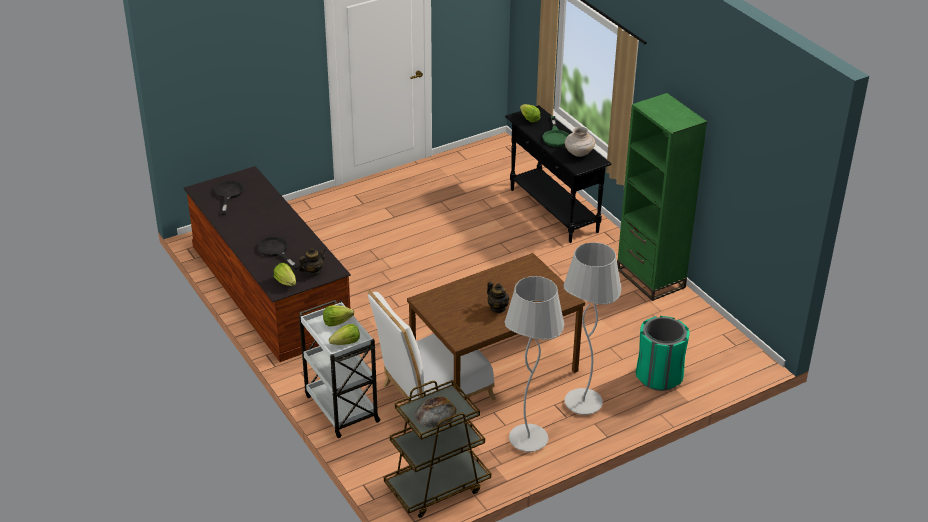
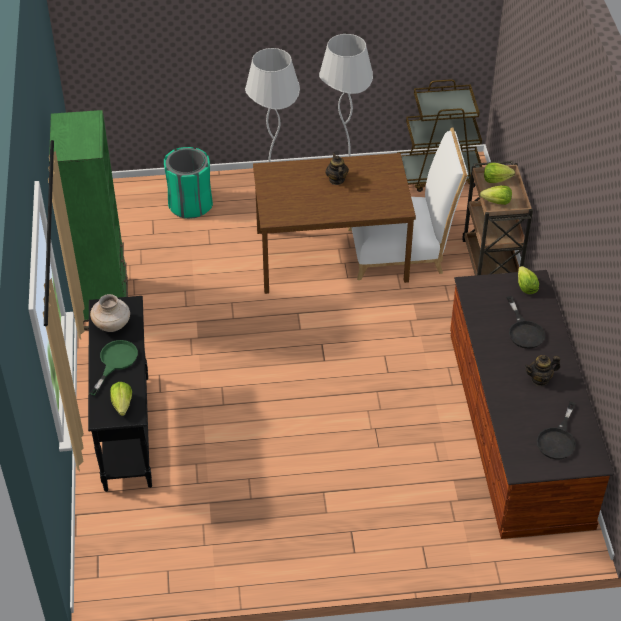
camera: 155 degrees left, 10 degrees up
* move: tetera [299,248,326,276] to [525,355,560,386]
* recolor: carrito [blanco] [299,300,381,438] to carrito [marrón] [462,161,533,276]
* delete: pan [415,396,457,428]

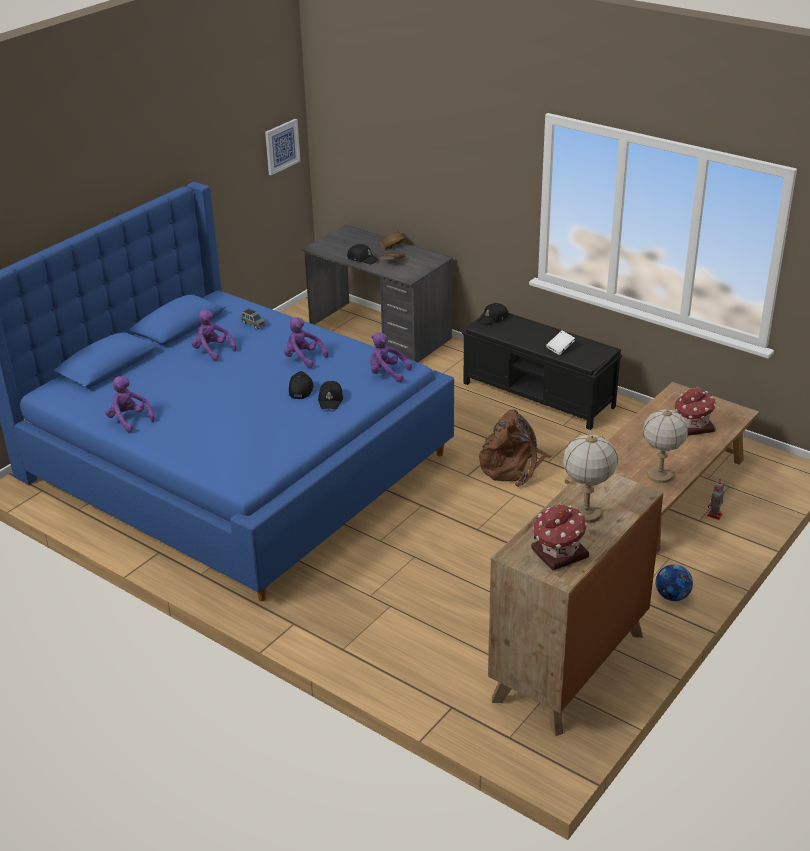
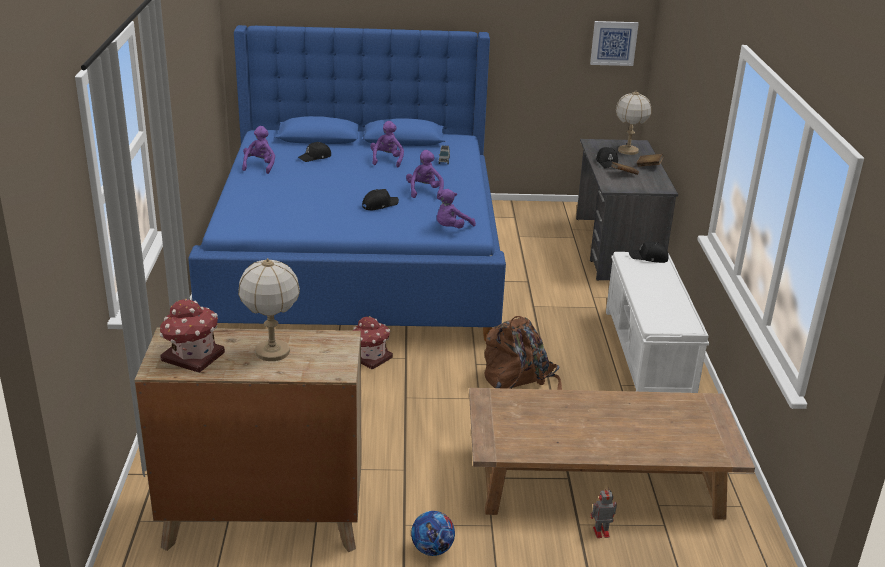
camera: 50 degrees right, 5 degrees down
* move: gorra [negro] [318,381,343,410] to [298,142,331,162]
* rotate: peluche [morado] [370,332,412,382] = [437,189,476,228] 120 degrees counterclockwise
* recolor: banco [negro] [462,313,622,430] to banco [blanco] [606,252,709,393]
* delete: libro [blanco] [546,330,575,355]
* move: lámpara de mesa [643,409,688,483] to [616,91,651,155]
* move: casita [675,387,716,436] to [352,316,393,370]

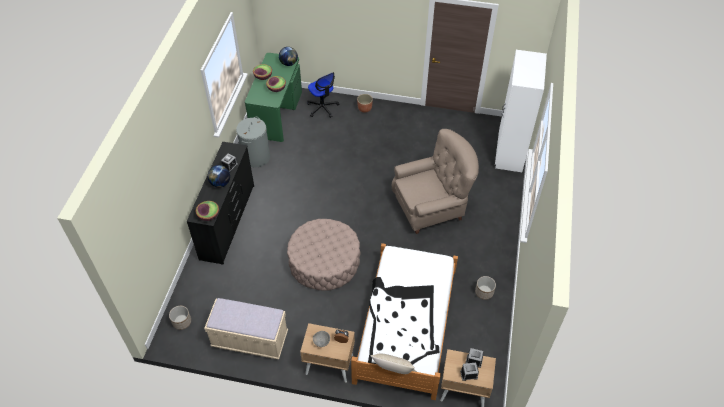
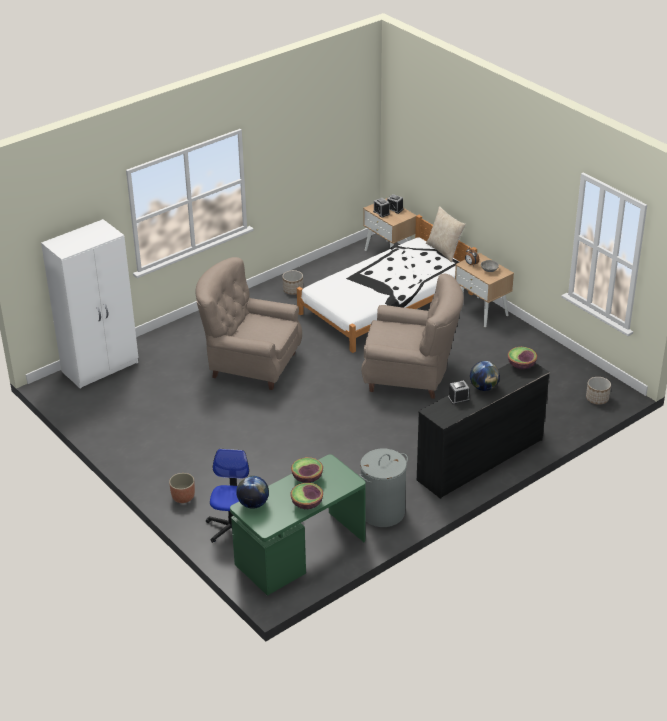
camera: 140 degrees left, 15 degrees down
* delete: banco [beis] [204,298,288,359]
* replace: puf [beis] [287,219,361,291] to sillón [beis] [361,274,464,399]

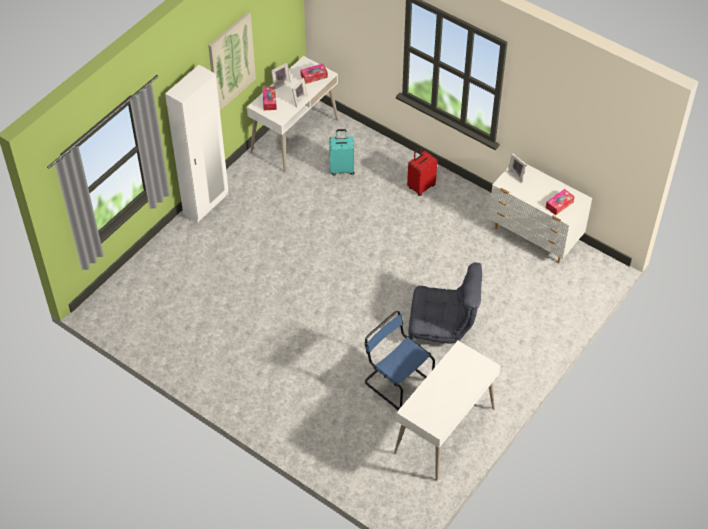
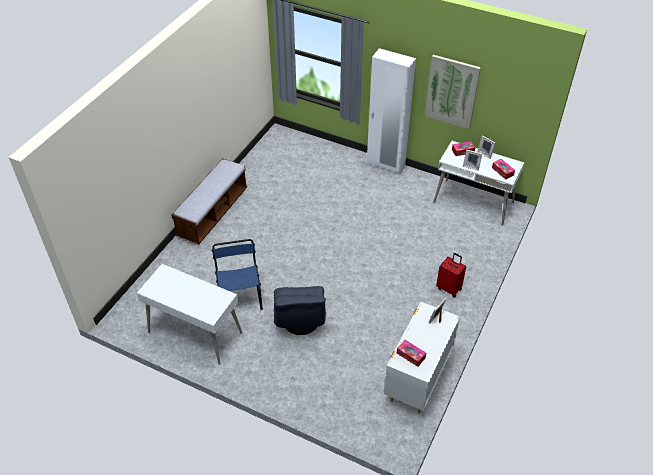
camera: 80 degrees right, 5 degrees down
* delete: maleta [turquesa] [329,129,354,175]
* rotate: silla [azul] [364,311,435,410] = [212,239,263,310] 45 degrees counterclockwise
* insert: banco [171,158,247,244]

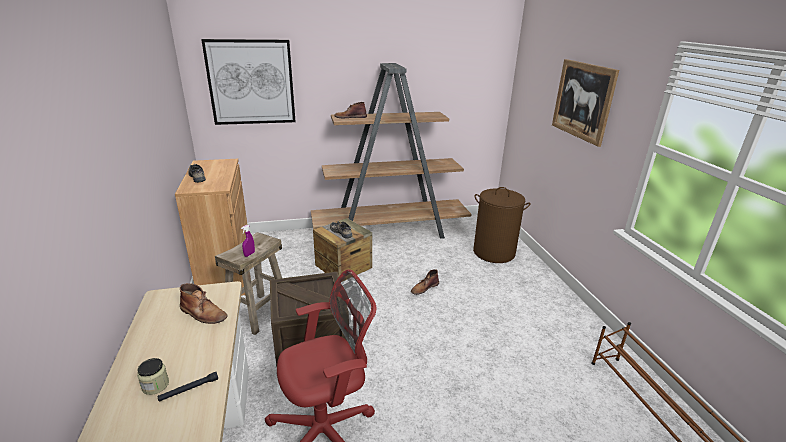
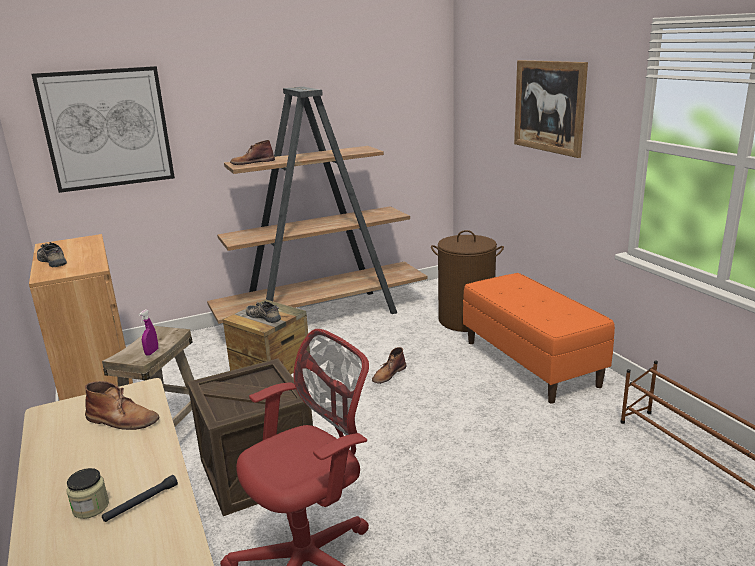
camera: 10 degrees left, 5 degrees down
* insert: banco [naranja] [463,273,615,404]

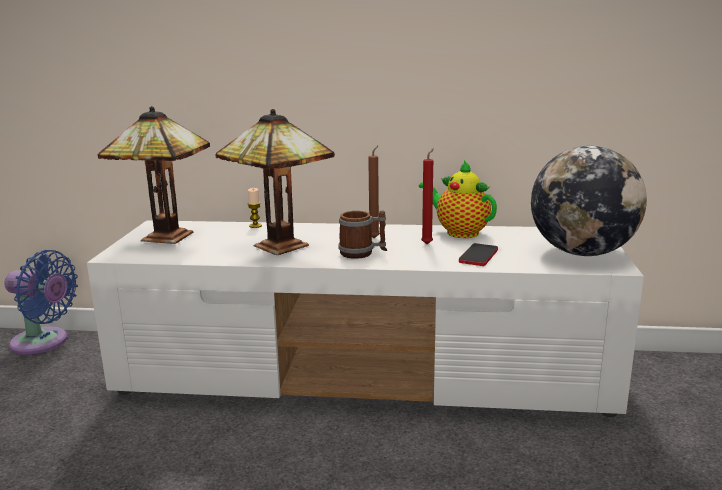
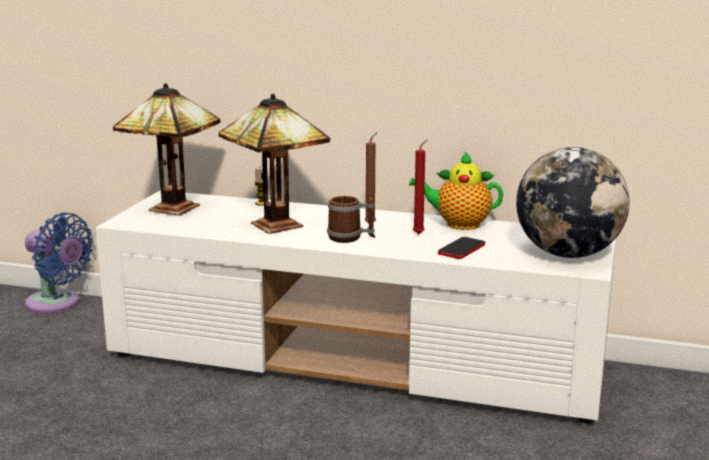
camera: 10 degrees right, 0 degrees up
* rotate: tetera [419,160,497,238] = [409,151,503,230] 45 degrees counterclockwise

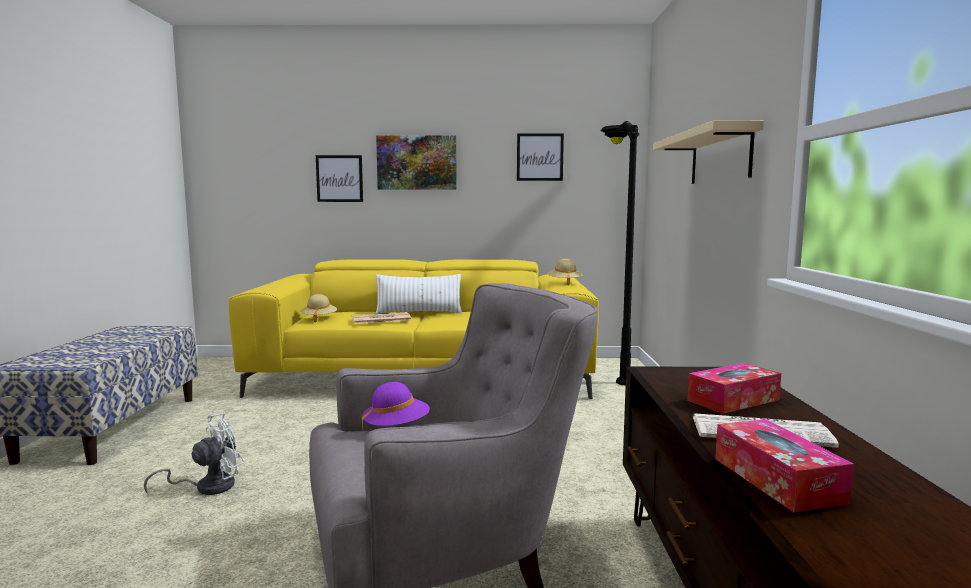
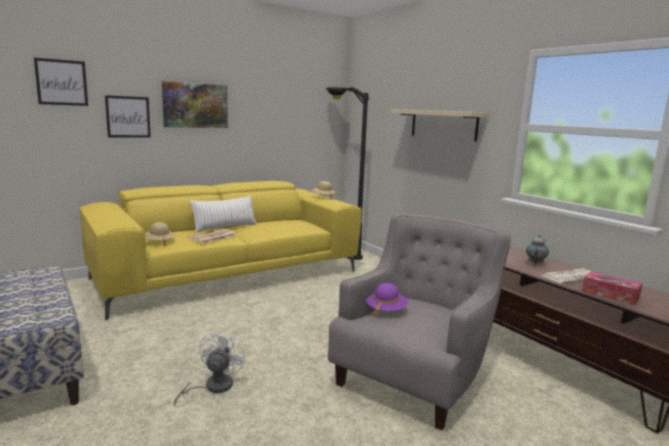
camera: 35 degrees left, 5 degrees up
* move: cuadro [517,133,564,181] to [34,58,88,106]
* replace: caja de pañuelos [687,363,781,414] to tetera [526,235,549,264]

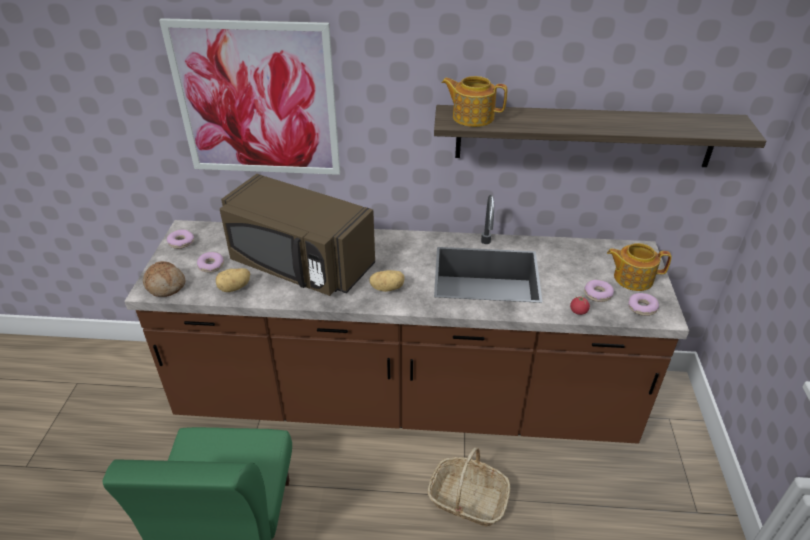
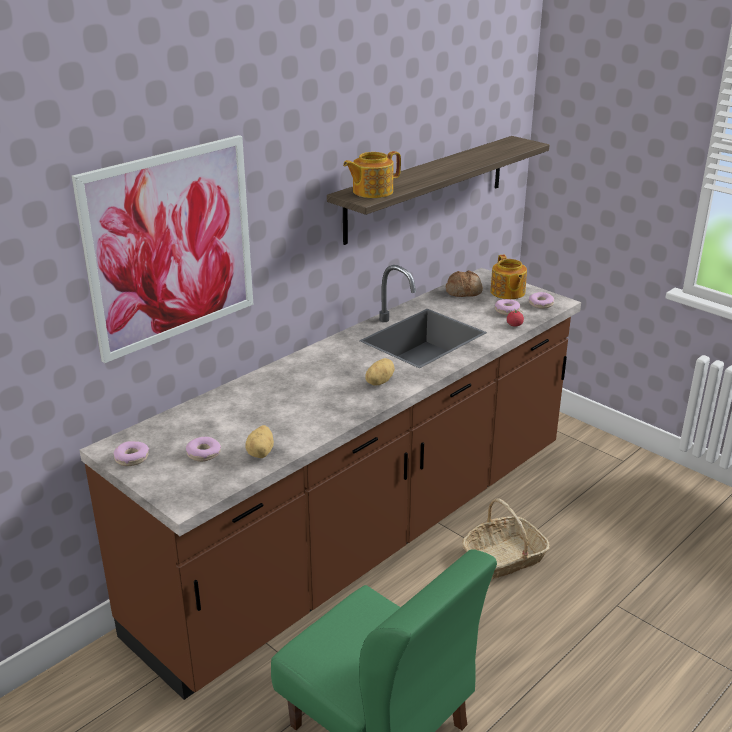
camera: 50 degrees left, 10 degrees down
* move: pan [143,261,185,297] to [446,270,483,297]
* delete: microondas [marrón] [220,174,375,296]
* rotate: tetera [607,243,672,291] = [491,255,527,299] 60 degrees counterclockwise

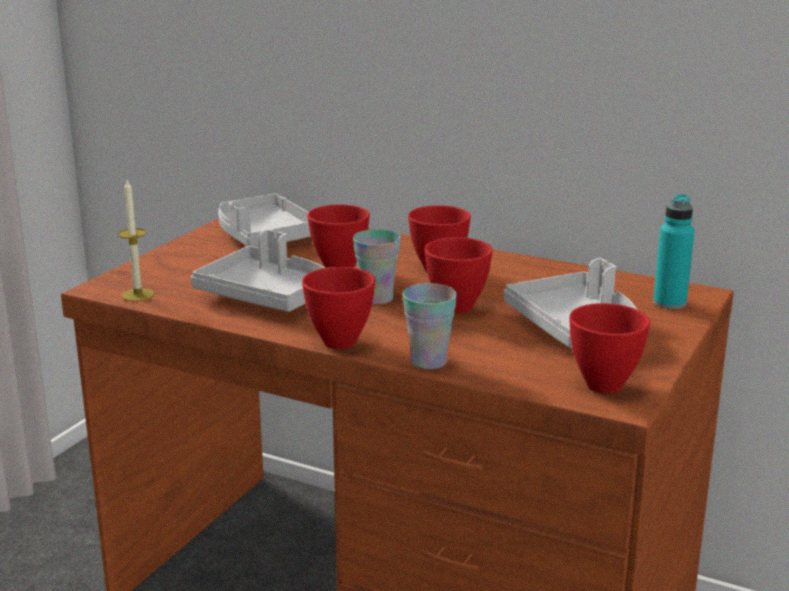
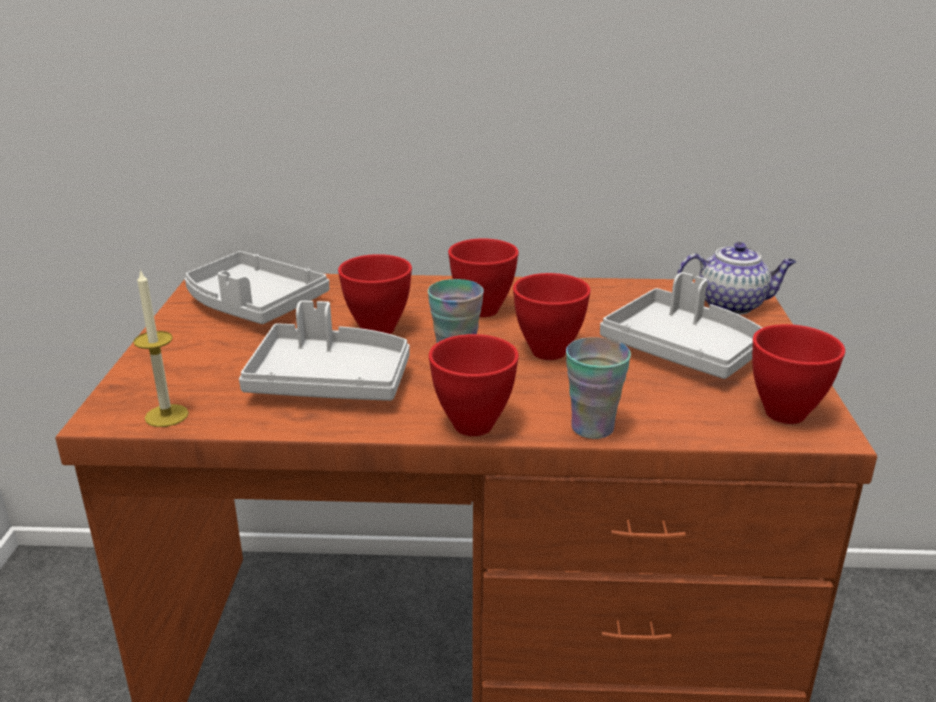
camera: 25 degrees left, 5 degrees up
* replace: botella [turquesa] [653,194,694,309] to tetera [677,242,796,315]

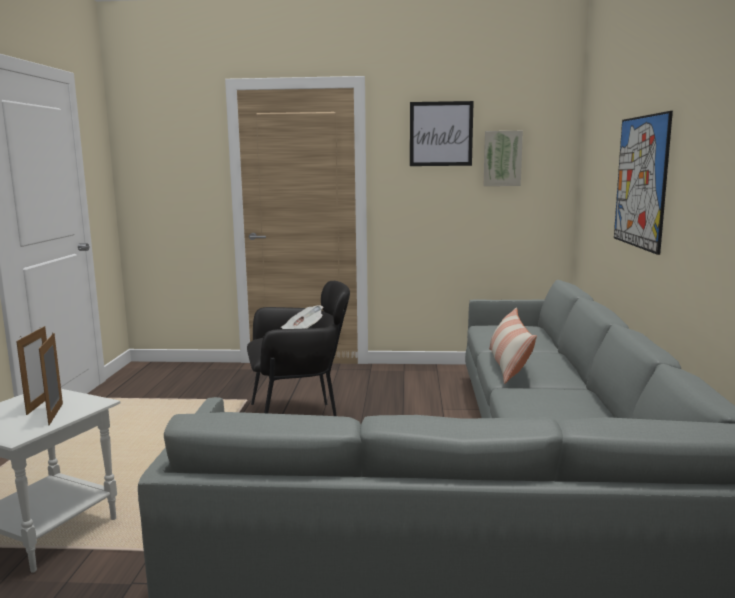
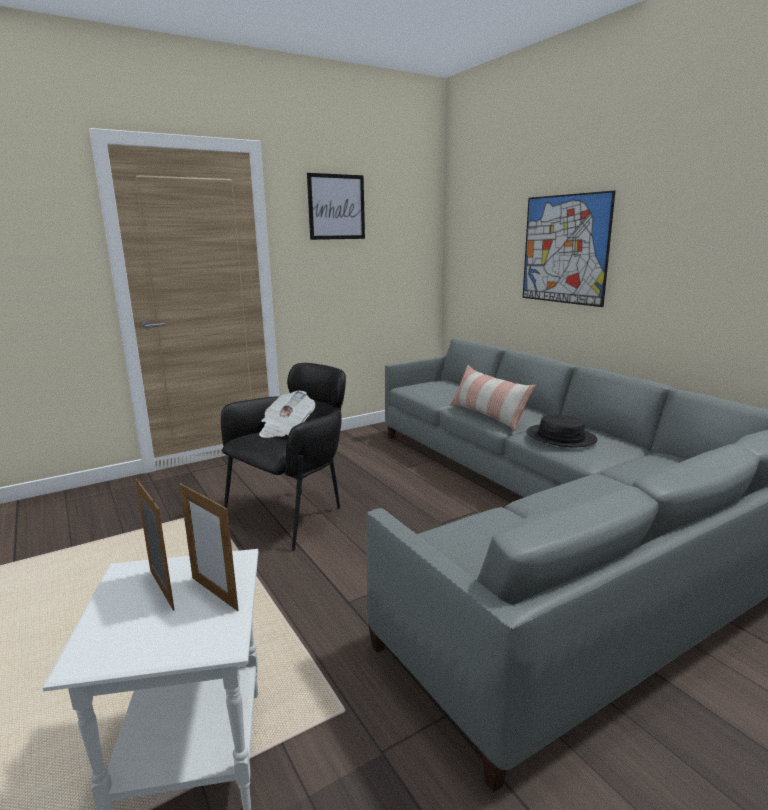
camera: 35 degrees left, 5 degrees up
* delete: cuadro [484,131,523,186]
* insert: sombrero [negro] [527,414,598,448]

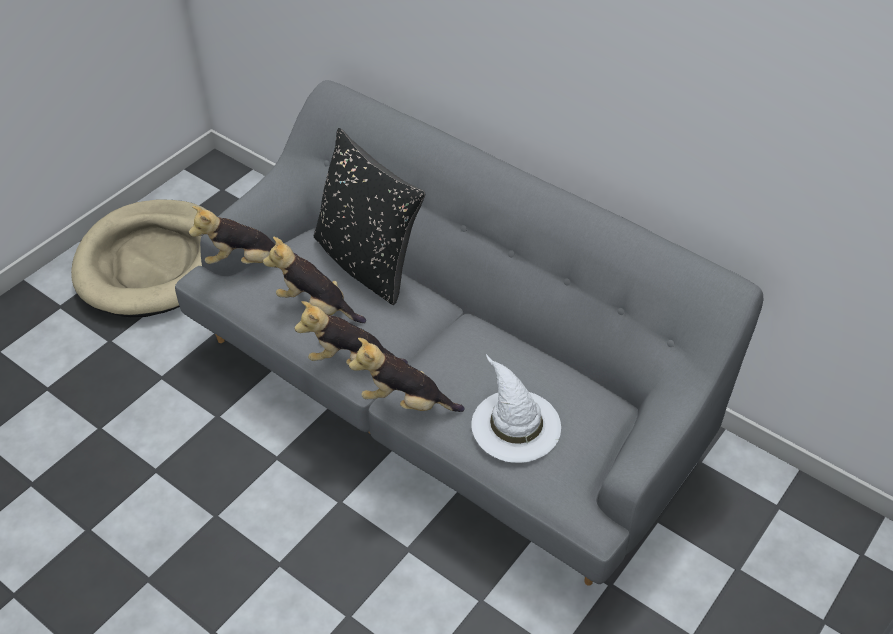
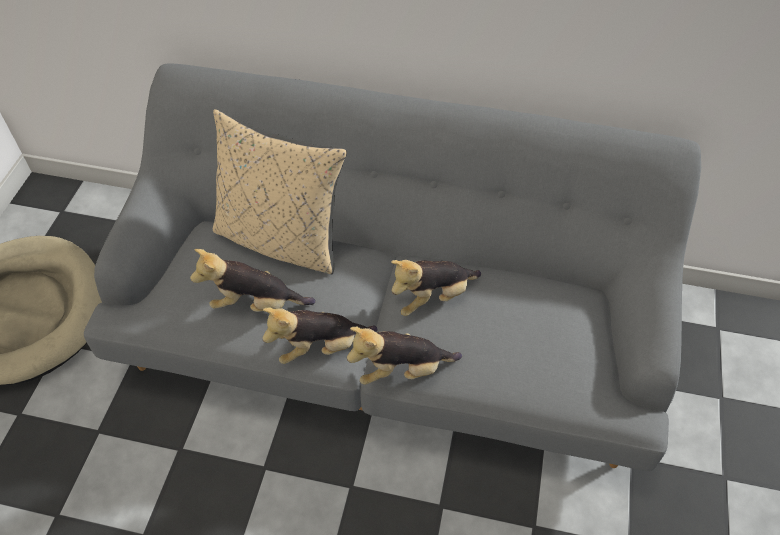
camera: 25 degrees left, 5 degrees up
* move: peluche [189,206,298,264] to [391,260,481,316]
* recolor: cojín [negro] [314,128,425,305] to cojín [beis] [213,109,347,274]
* delete: sombrero [blanco] [471,354,561,463]

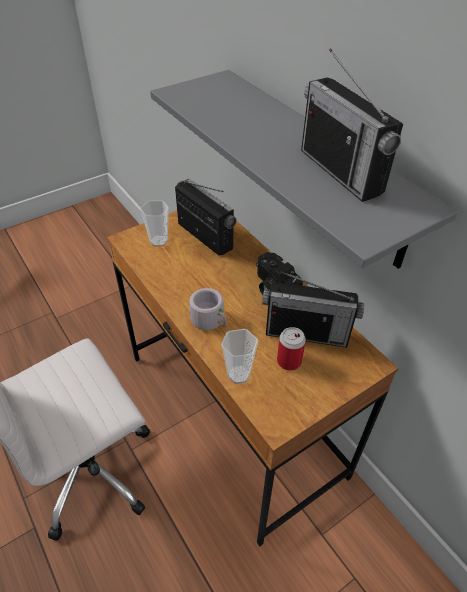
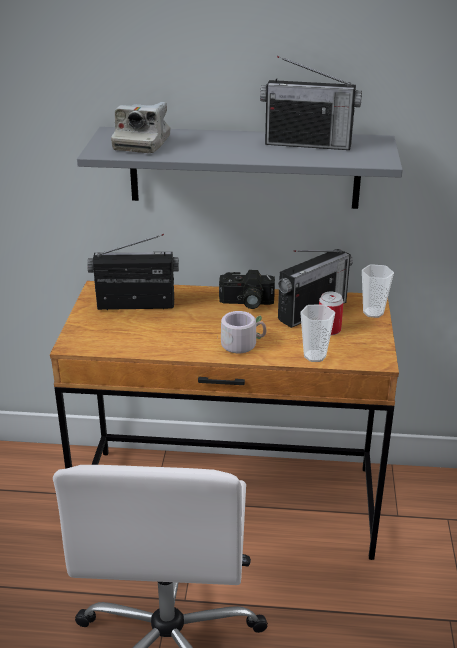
camera: 50 degrees left, 15 degrees down
* move: taza [140,200,169,247] to [362,264,394,318]
* insert: cámara [111,102,171,153]

